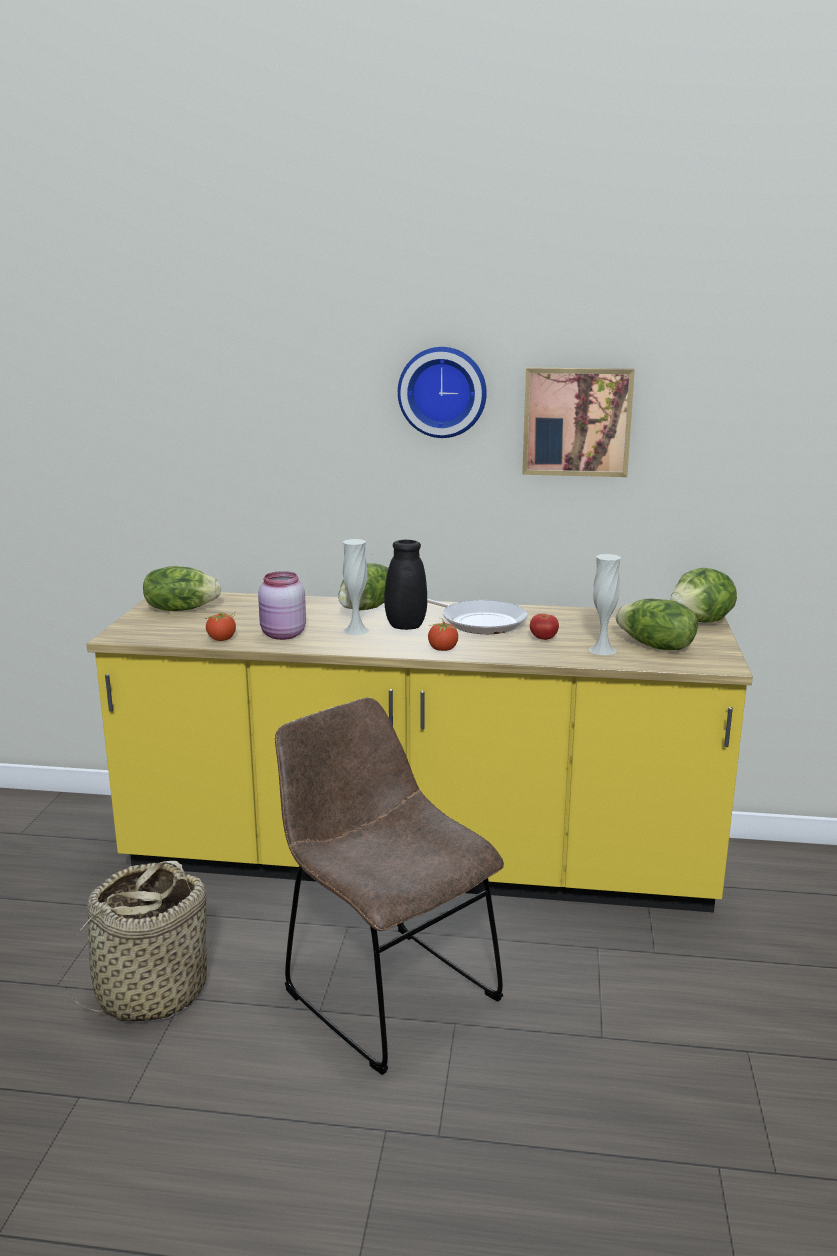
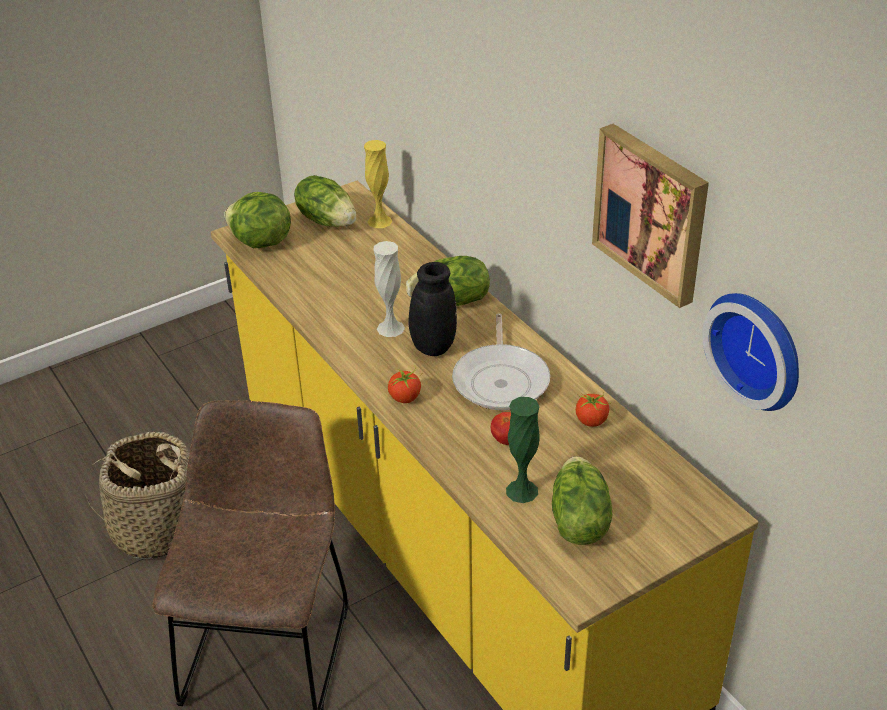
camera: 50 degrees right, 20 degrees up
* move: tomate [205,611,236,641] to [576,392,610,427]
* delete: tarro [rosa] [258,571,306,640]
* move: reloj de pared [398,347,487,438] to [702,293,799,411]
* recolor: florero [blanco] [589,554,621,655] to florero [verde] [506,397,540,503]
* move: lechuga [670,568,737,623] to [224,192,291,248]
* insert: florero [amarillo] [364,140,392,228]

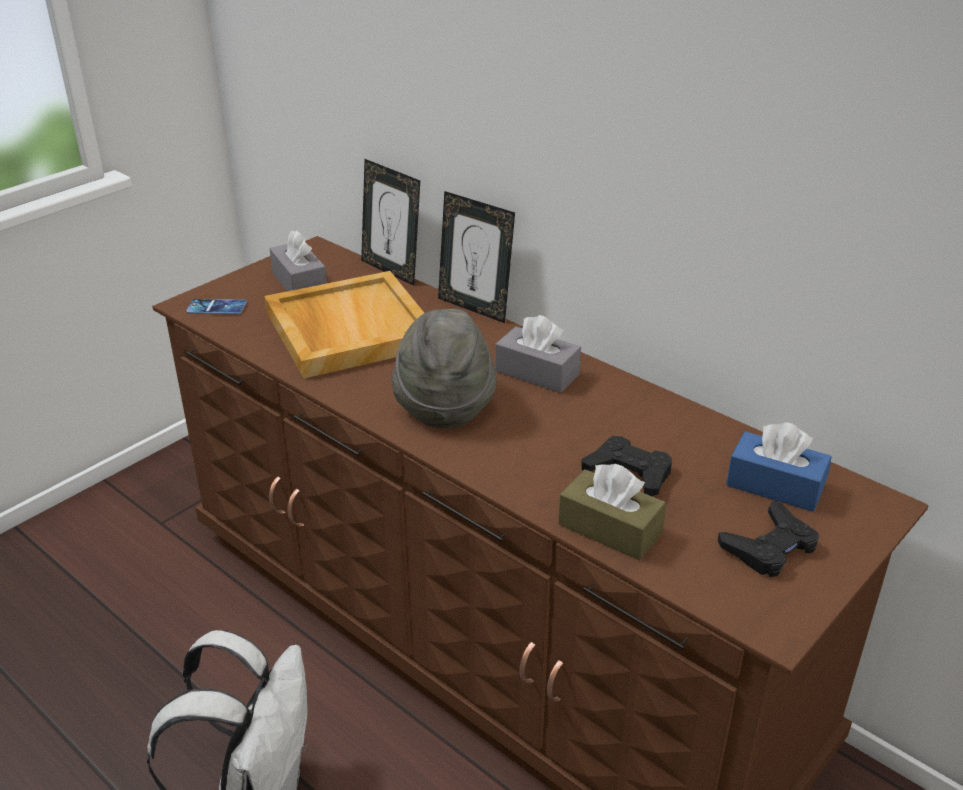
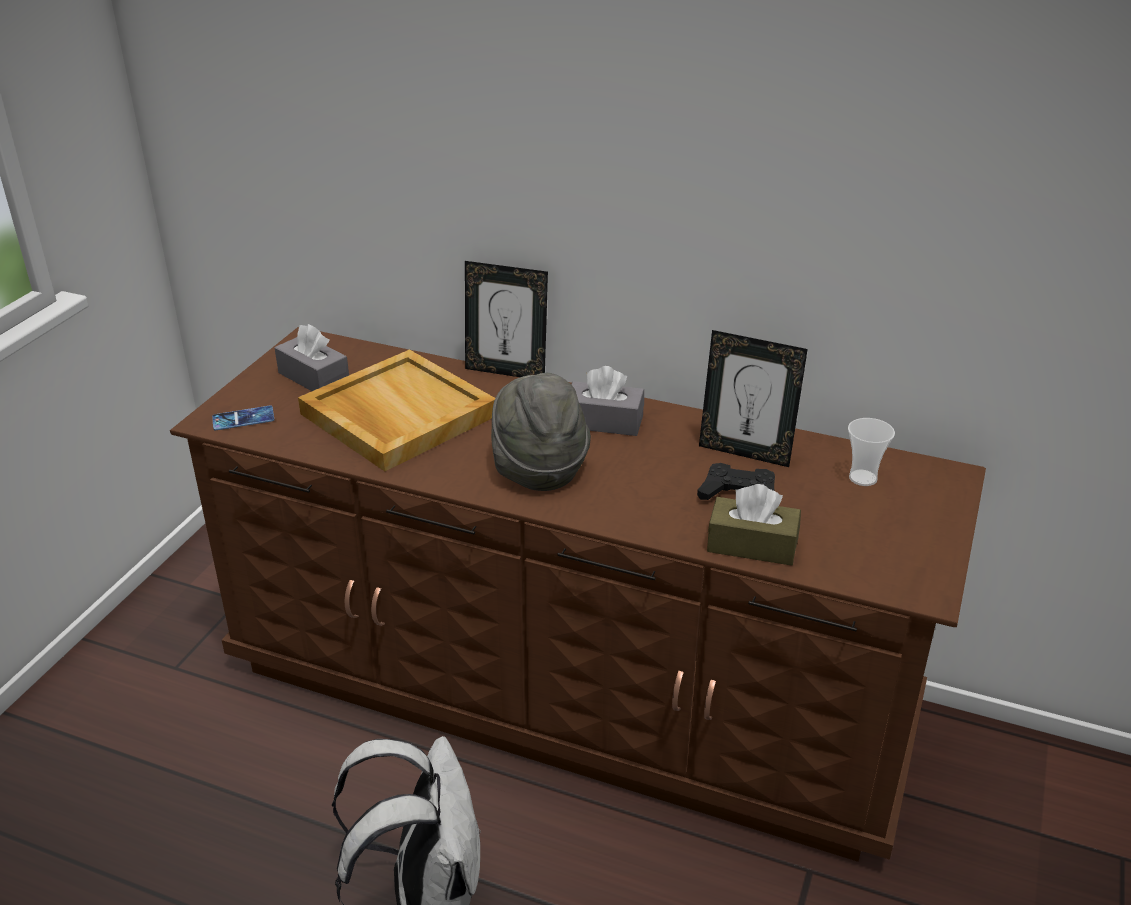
camera: 20 degrees left, 0 degrees up
* move: portarretratos [361,159,420,286] to [699,330,808,467]
* delete: mando de consola [negro] [718,500,819,577]
* replace: caja de pañuelos [azul] [726,422,832,512] to taza [848,418,895,486]

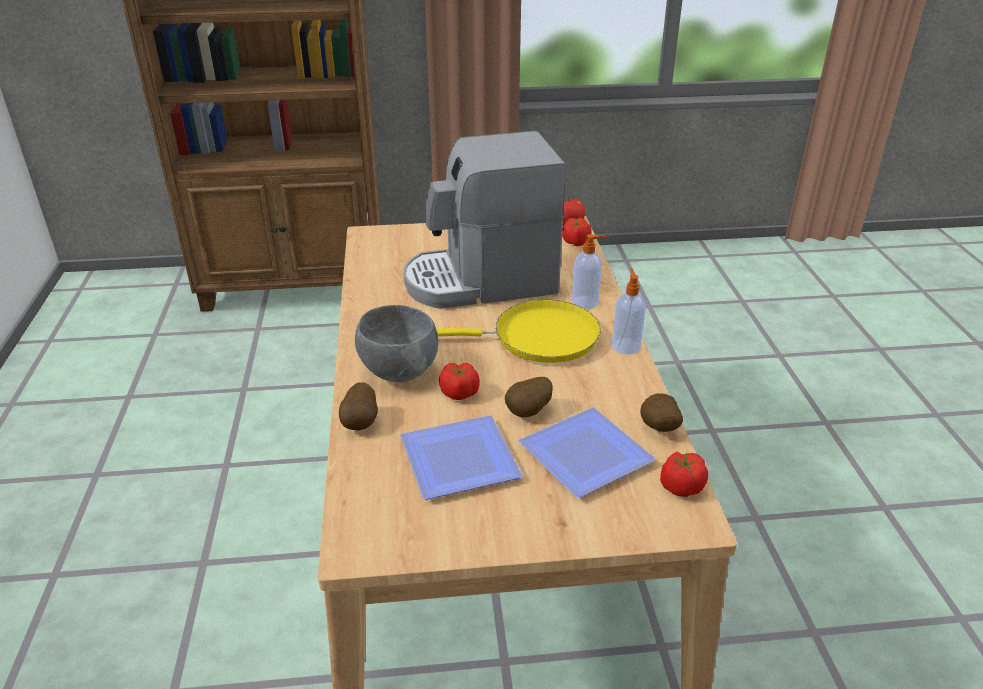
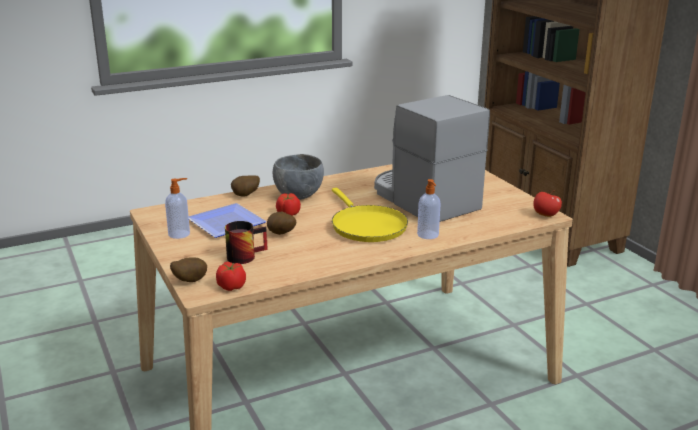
camera: 70 degrees right, 10 degrees down
* replace: plato [518,407,656,498] to taza grande [225,221,268,264]
* delete: tomate [562,218,592,246]
* move: dispensador de jabón [612,268,646,354] to [165,178,190,239]
* move: patata [640,393,683,432] to [170,258,207,282]

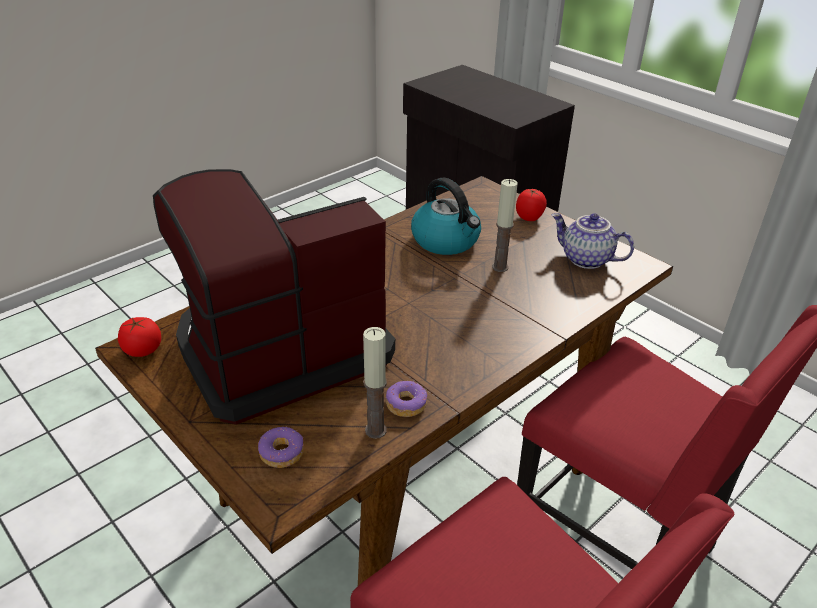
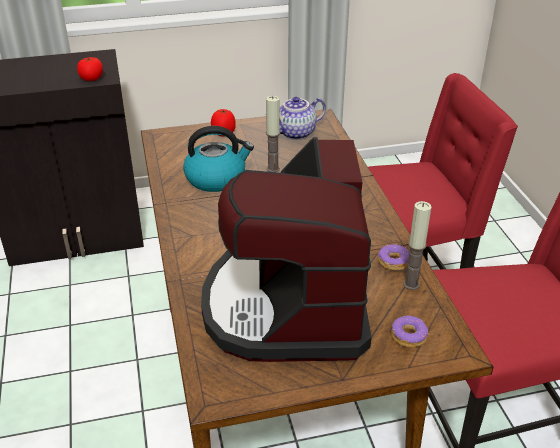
camera: 60 degrees left, 0 degrees up
* move: tomate [118,317,161,357] to [77,57,103,81]

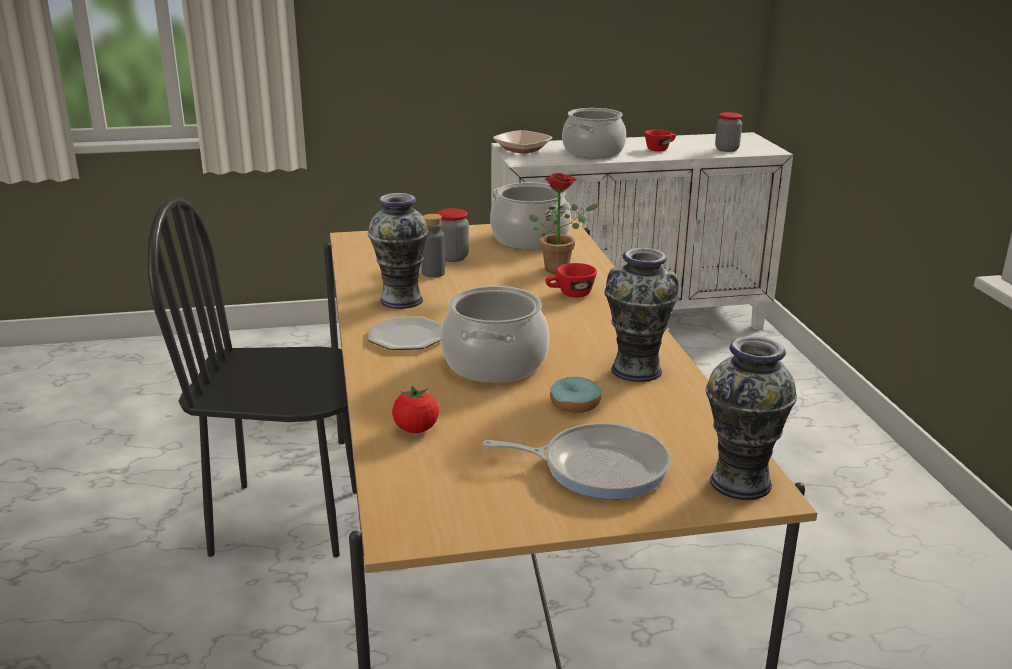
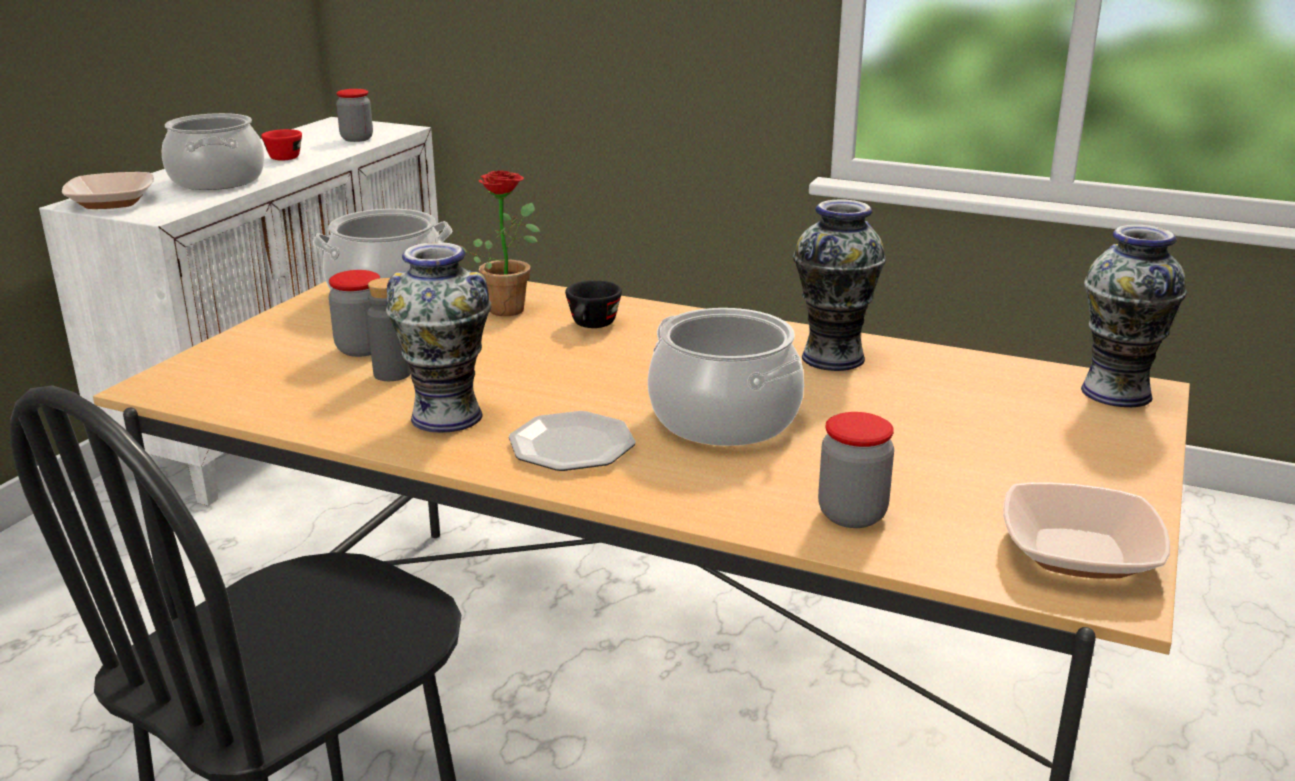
camera: 55 degrees left, 0 degrees up
* replace: tomate [392,386,439,433] to tarro [818,412,894,528]
* delete: sartén [482,423,671,499]
* recolor: taza [rojo] [545,263,597,298] to taza [negro] [565,280,622,328]
* delete: rosquilla [550,377,601,413]
* insert: cuenco [1003,482,1170,579]

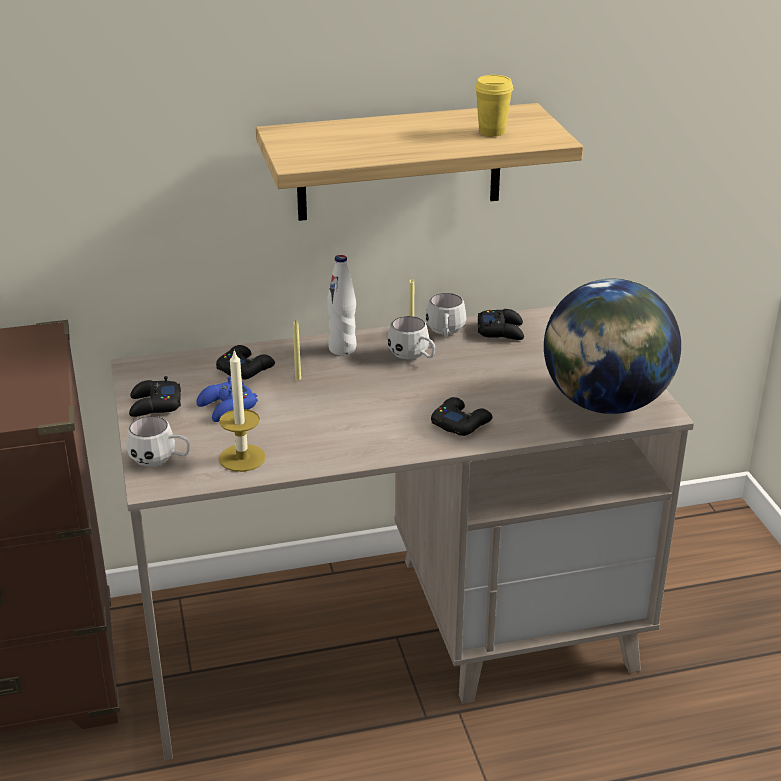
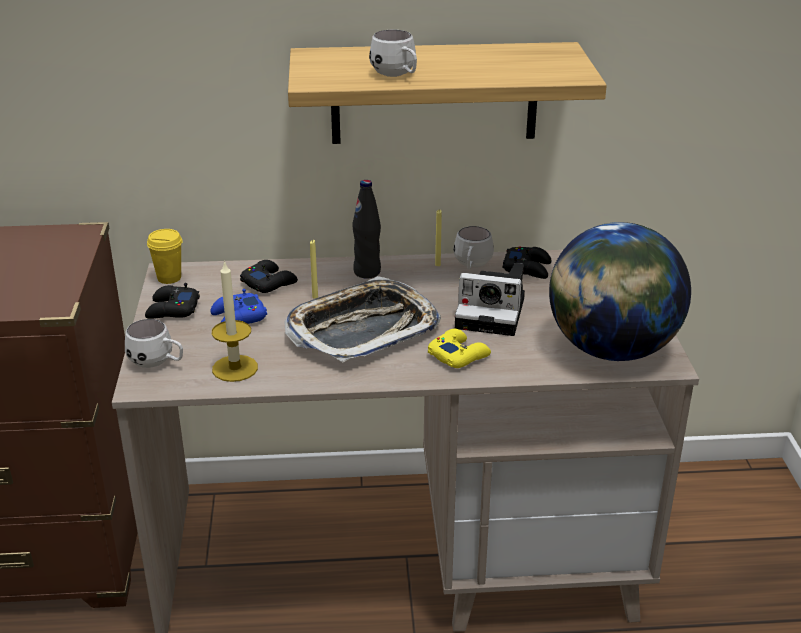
camera: 10 degrees right, 0 degrees up
* recolor: botella [blanco] [327,255,357,355] to botella [negro] [352,180,381,279]
* move: taza grande [blanco] [387,316,435,359] to [369,30,417,77]
* recolor: mando de consola [negro] [431,397,492,436] to mando de consola [amarillo] [428,329,491,368]
* move: taza [amarillo] [475,75,513,137] to [147,229,183,284]
* insert: bandeja [284,276,441,362]
* insert: cámara [455,263,525,336]

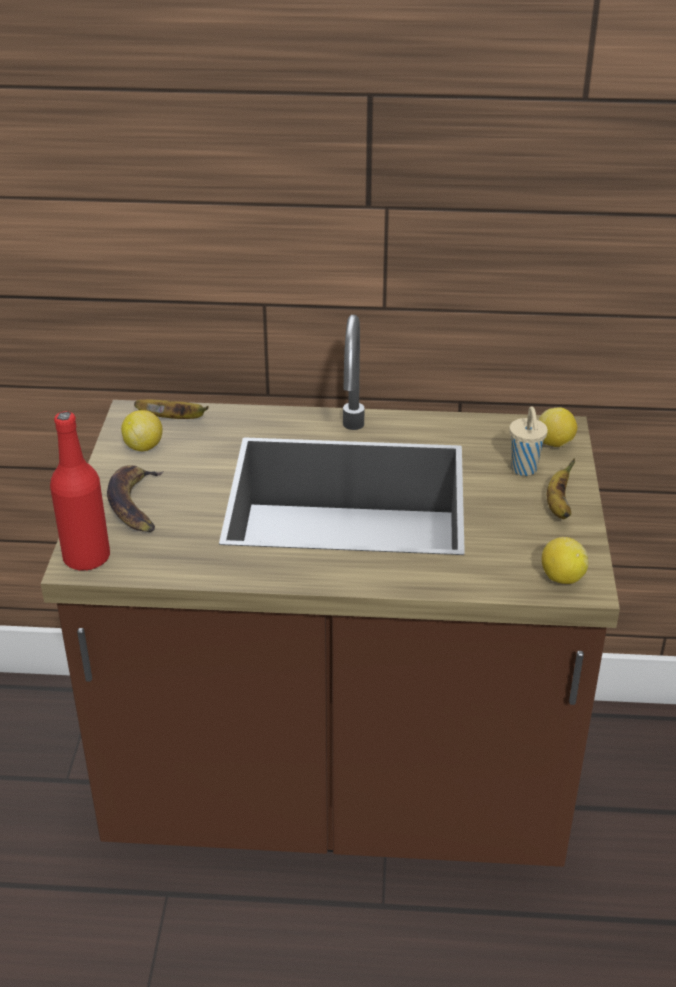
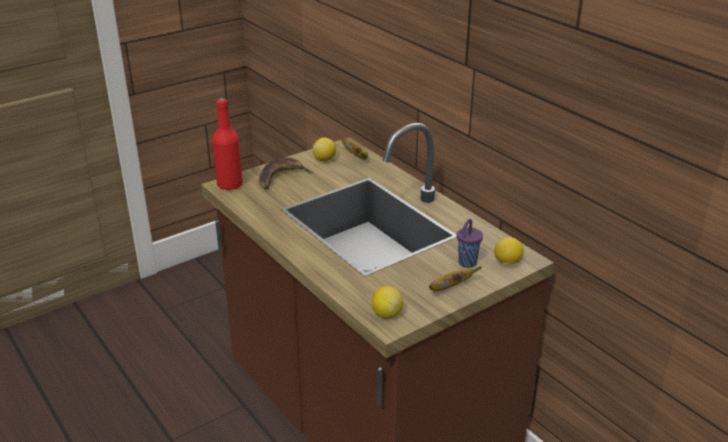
camera: 50 degrees right, 5 degrees down
* recolor: taza [beis] [509,406,548,476] to taza [morado] [457,219,483,268]

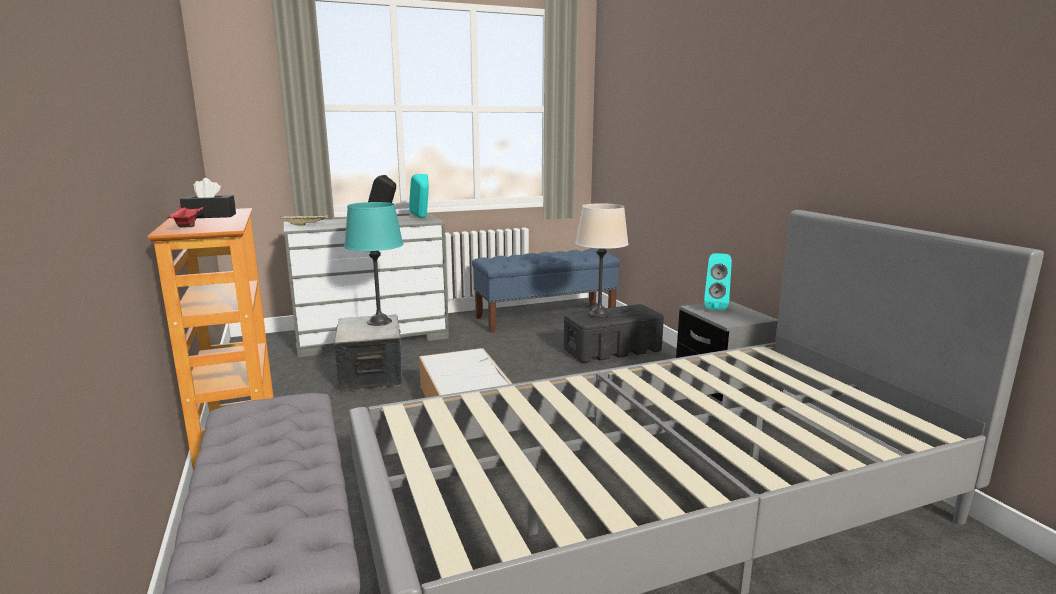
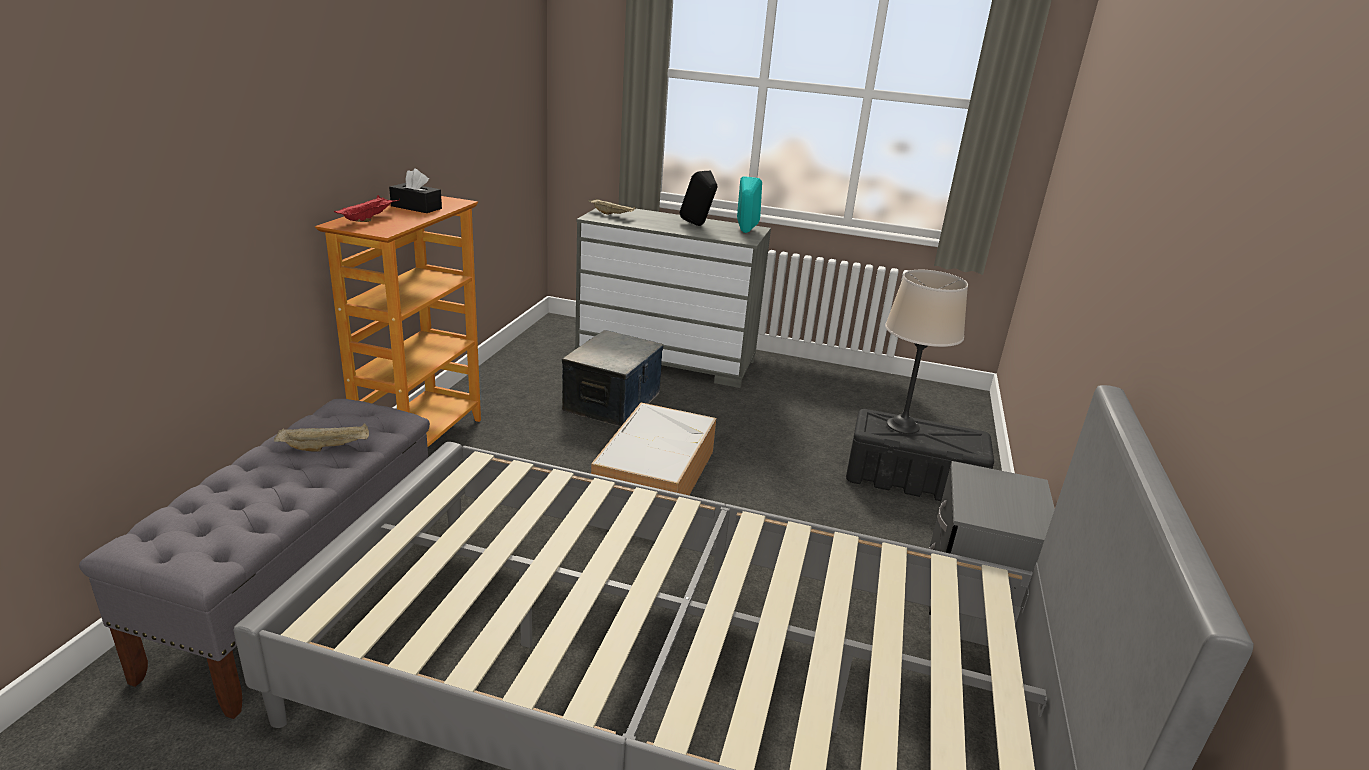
camera: 35 degrees right, 10 degrees up
* delete: lámpara de mesa [turquesa] [344,202,403,326]
* delete: banco [azul] [472,249,621,333]
* delete: altavoz [turquesa] [704,253,732,310]
* insert: bandeja [beis] [274,424,369,452]

